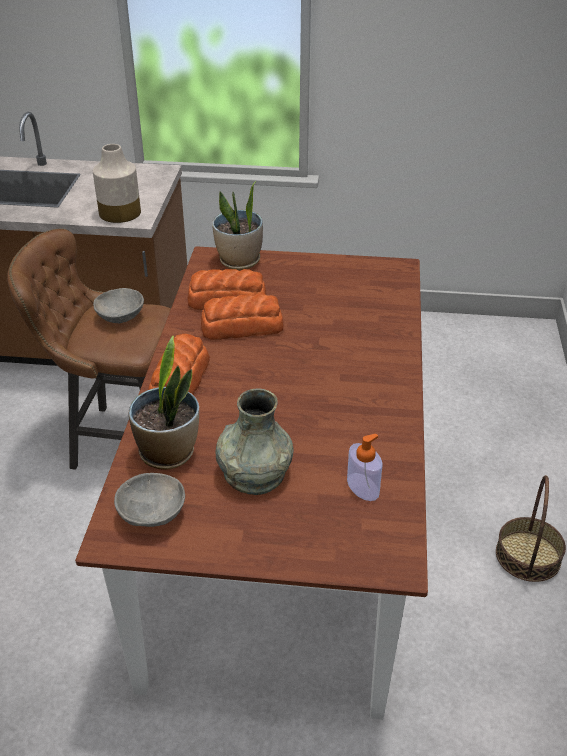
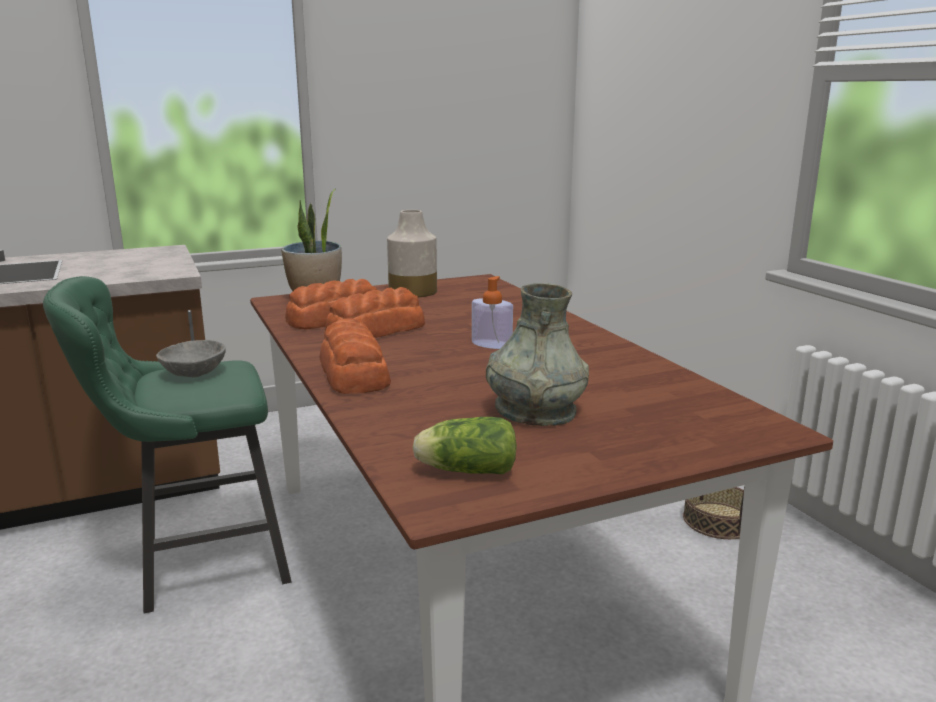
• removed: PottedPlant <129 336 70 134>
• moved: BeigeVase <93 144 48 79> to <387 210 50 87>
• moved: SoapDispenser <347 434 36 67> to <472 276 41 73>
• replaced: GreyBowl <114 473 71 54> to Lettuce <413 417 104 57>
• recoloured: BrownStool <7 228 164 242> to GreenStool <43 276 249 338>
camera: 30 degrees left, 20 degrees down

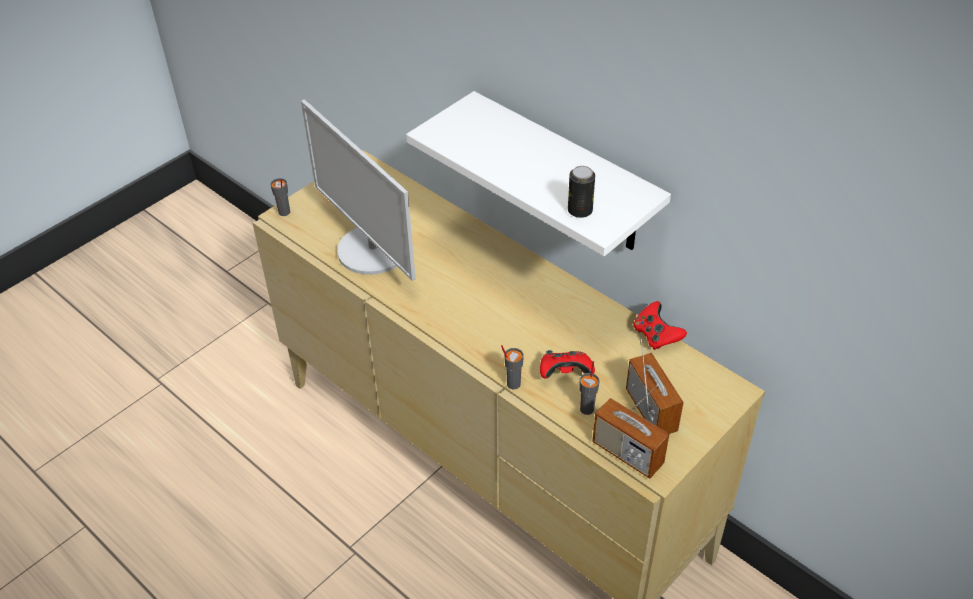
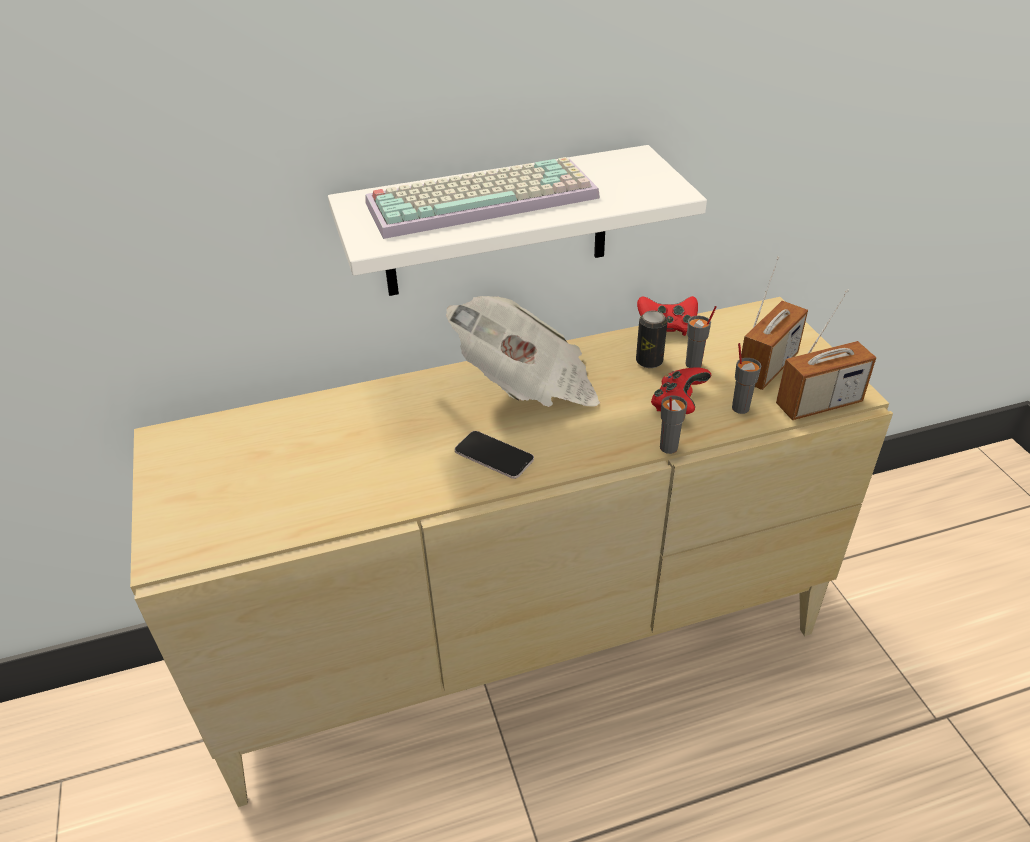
• removed: Monitor <301 99 115 182>
• added: Keyboard <366 157 234 82>
• added: Newspaper <446 296 154 111>
• added: Phone <455 431 79 48>
• moved: GreyCup <270 178 20 38> to <686 306 31 62>
• moved: Can <568 166 27 52> to <636 311 32 57>
• turned: Radio <626 339 58 95> = <741 256 67 134> 120 degrees clockwise
camera: 60 degrees left, 5 degrees down

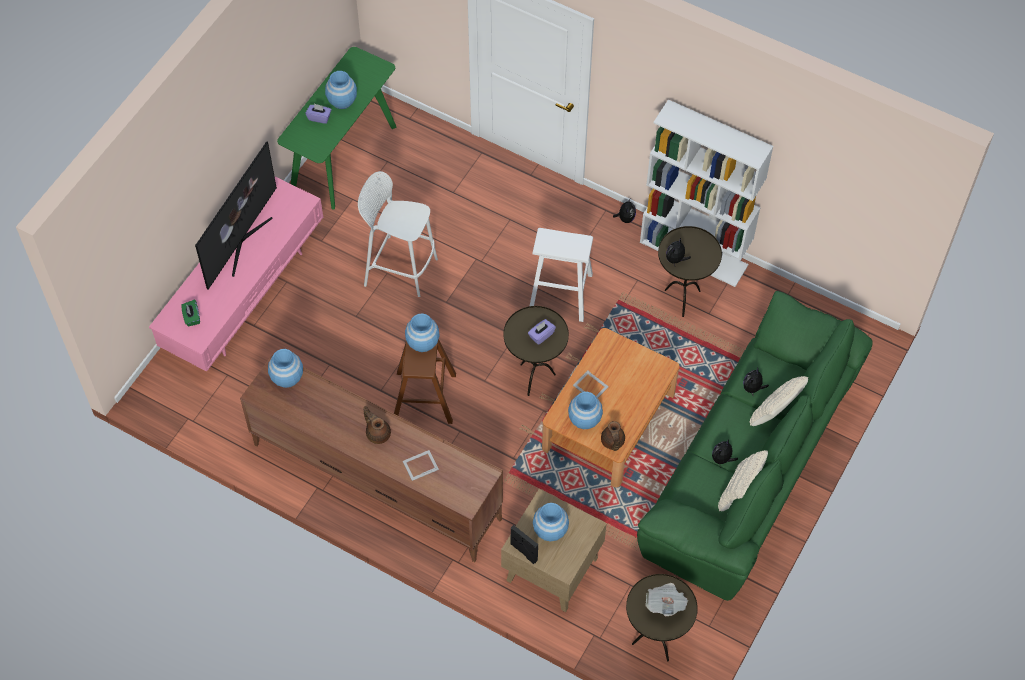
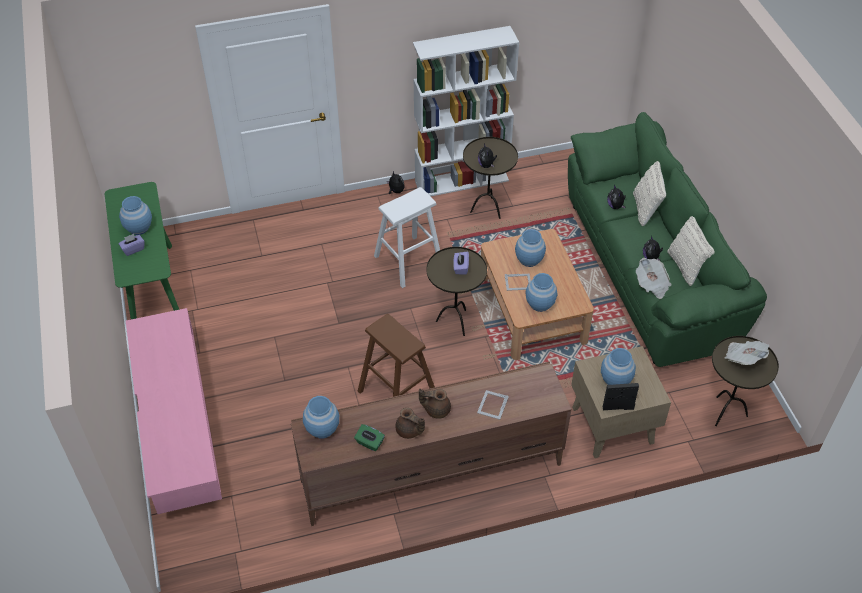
• removed: Television <195 142 82 148>
• removed: WhiteStool <358 171 80 126>
• added: Newspaper <636 258 36 41>
• moved: GreenTissueBox <181 299 19 27> to <354 424 31 27>
• moved: BlueVase <405 313 34 39> to <515 229 31 38>
• moved: BrownTeapot <601 421 24 30> to <395 408 30 31>
camera: 45 degrees left, 10 degrees down

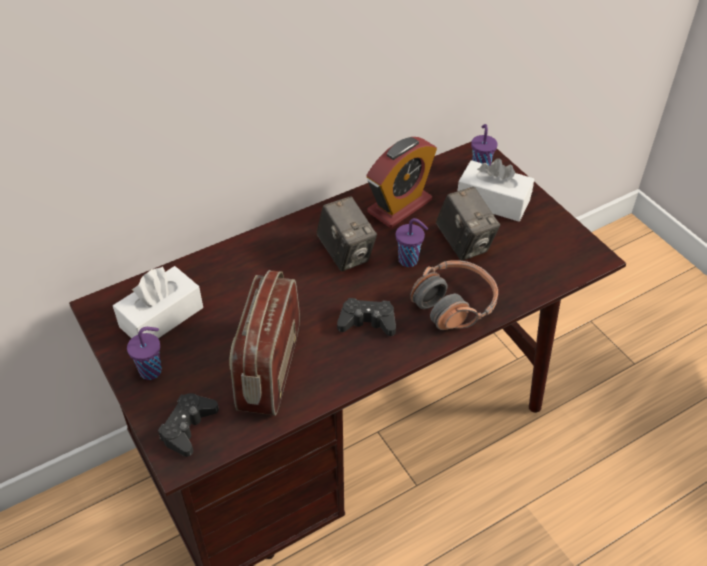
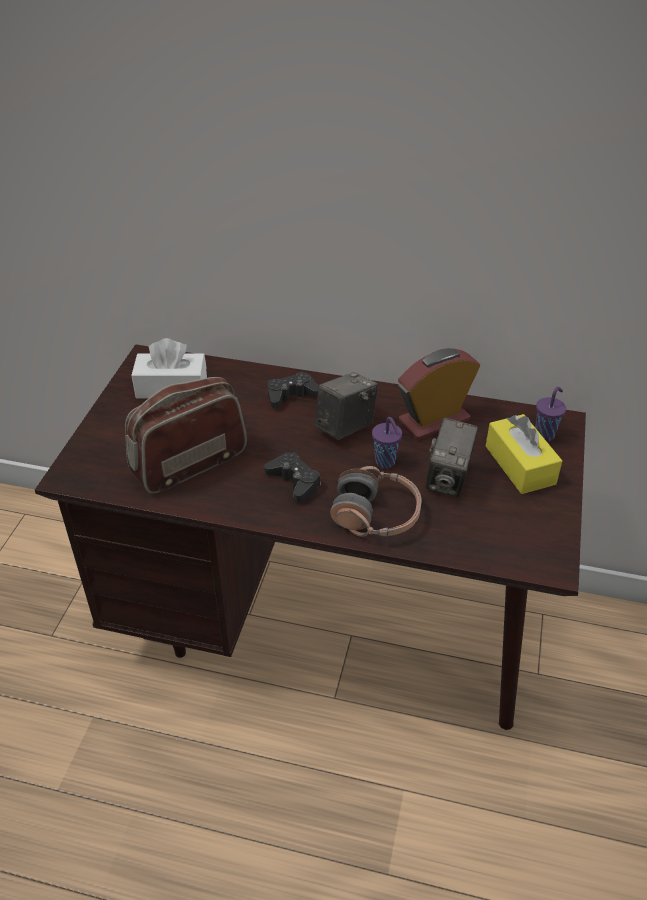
• removed: PurpleCup <127 327 35 53>
• moved: BlackGameController <158 393 61 64> to <267 372 52 36>
• recoloured: WhiteTissueBox <458 158 76 64> to YellowTissueBox <486 414 76 80>
• turned: PhotoCamera <316 196 61 75> = <314 372 64 68> 150 degrees counterclockwise
• turned: AlarmClock <367 137 70 91> = <398 348 82 92> 150 degrees clockwise
camera: 45 degrees right, 5 degrees down

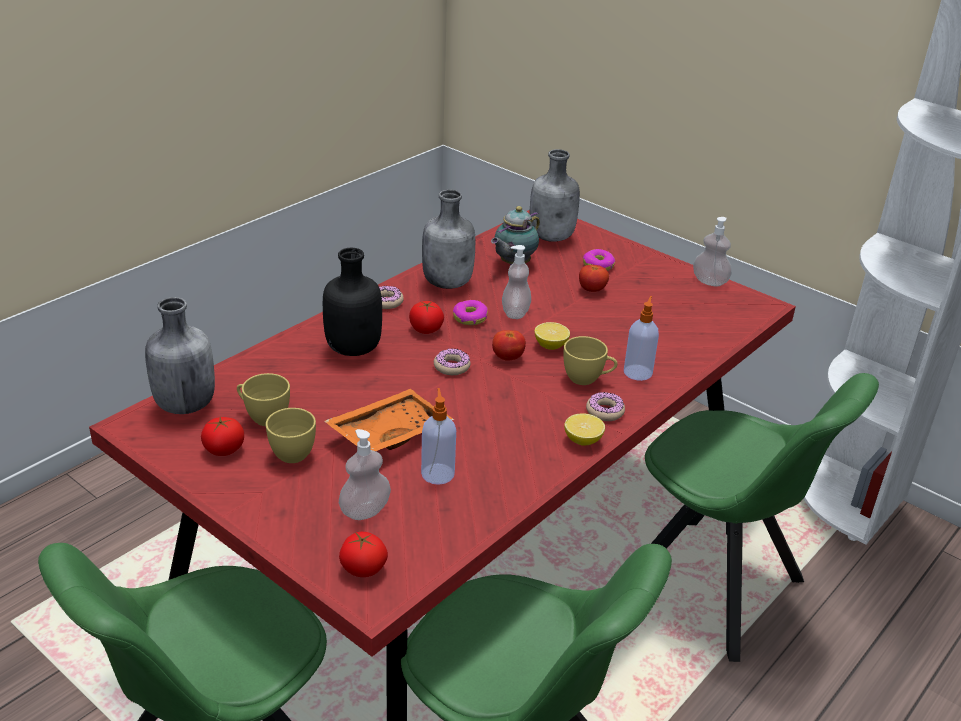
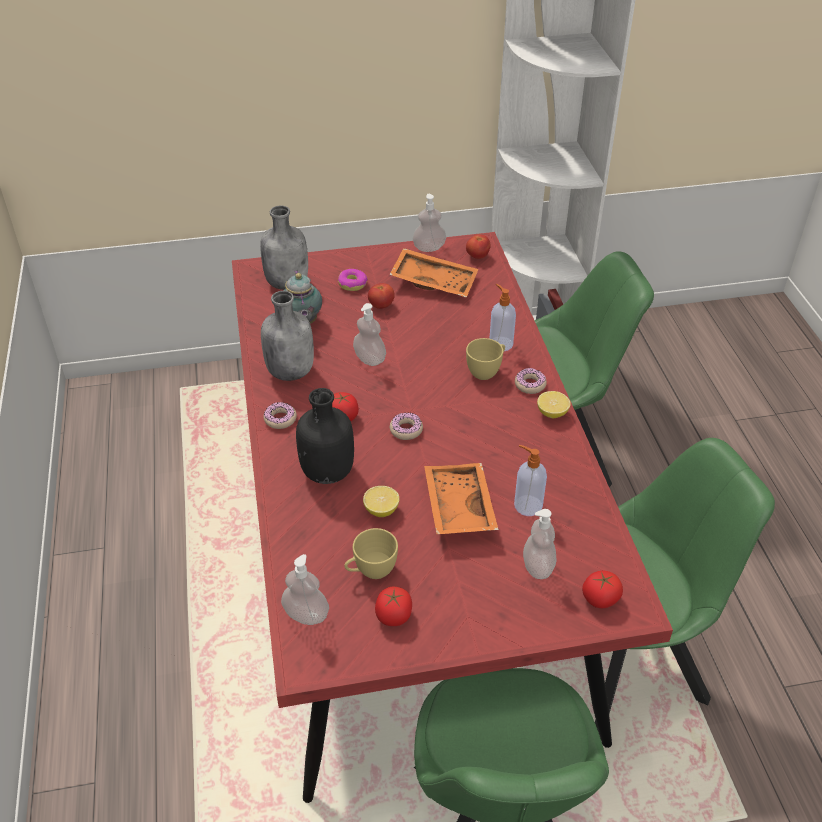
• removed: YellowCup <266 408 50 55>
• removed: Donut <453 300 35 25>
• added: OrangeTray <389 248 90 50>
• moved: Tomato <492 330 34 31> to <466 234 25 25>
• moved: Lemon <535 322 35 28> to <363 486 36 31>
• replaced: GreyBottle <145 297 70 117> to SoapDispenser <281 554 48 71>
camera: 50 degrees left, 10 degrees up

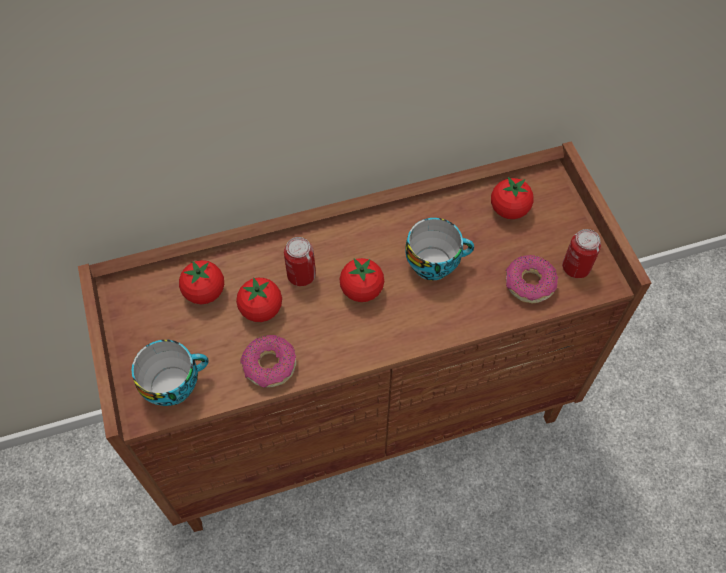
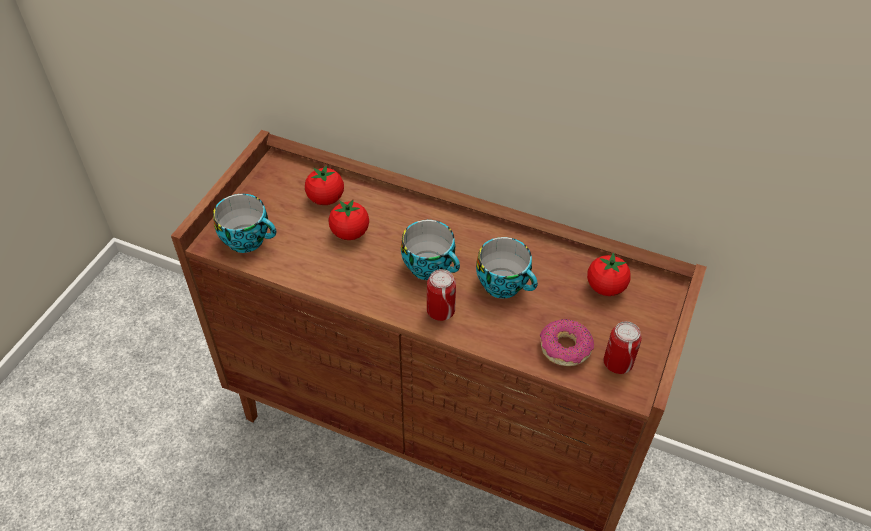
• removed: Donut <240 335 56 53>
• moved: Can <284 237 32 49> to <427 269 29 52>
• replaced: Tomato <340 258 44 44> to Cup <401 220 59 60>
camera: 40 degrees right, 10 degrees down

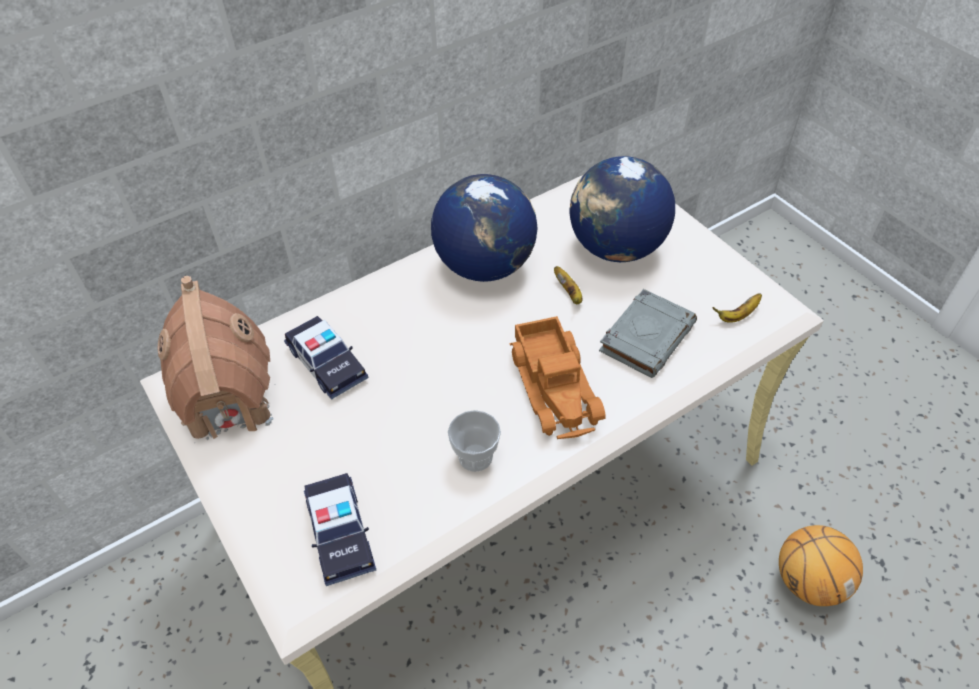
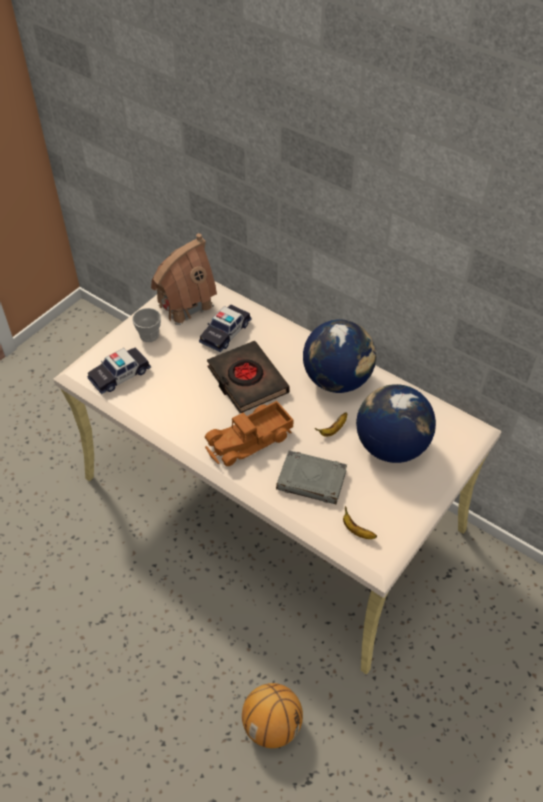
• added: BlackBook <207 341 83 72>
• moved: Cup <448 410 53 62> to <132 308 29 34>
camera: 70 degrees right, 0 degrees up

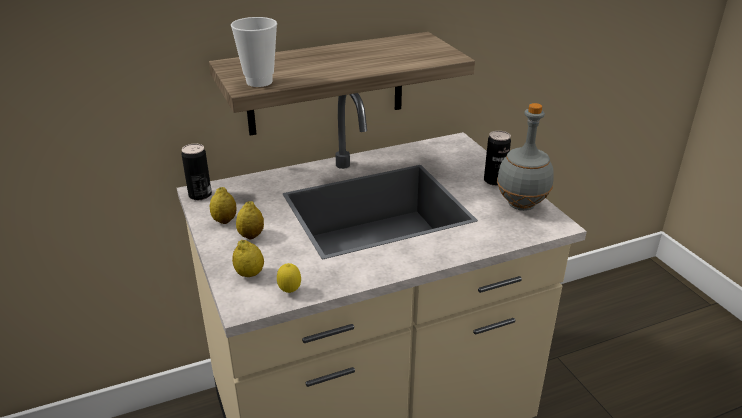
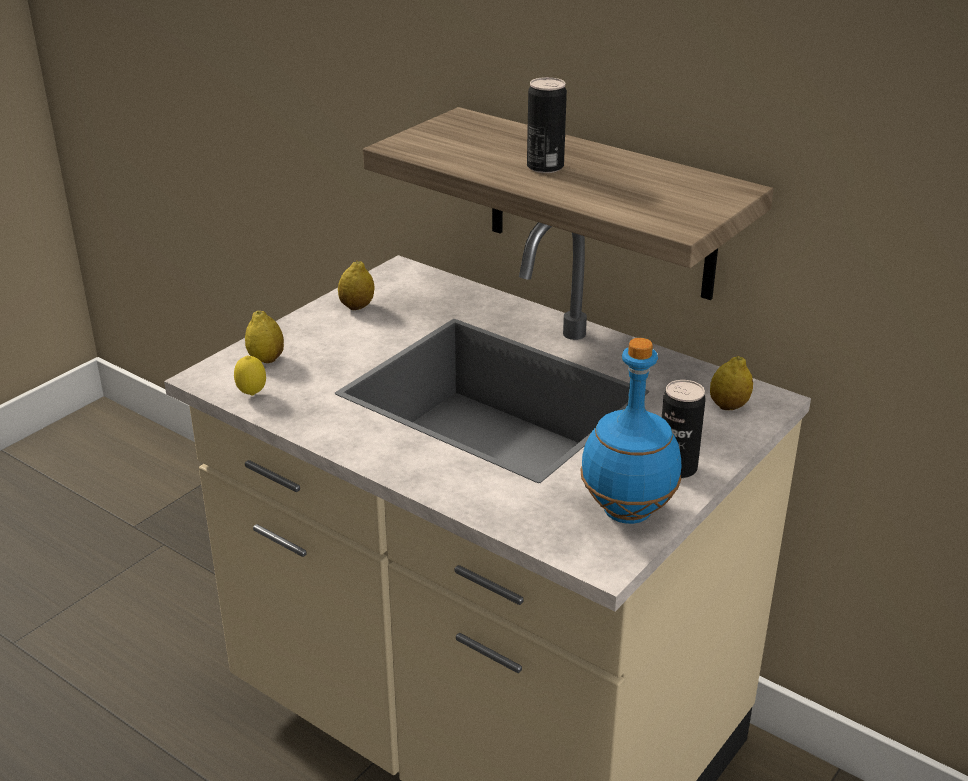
• removed: Cup <231 17 46 70>
• moved: Can <181 143 31 57> to <527 77 40 96>
• moved: Lemon <236 201 28 39> to <710 356 43 54>
• recoloured: GreyBottle <497 103 57 108> to BlueBottle <580 338 101 186>
camera: 60 degrees right, 0 degrees up

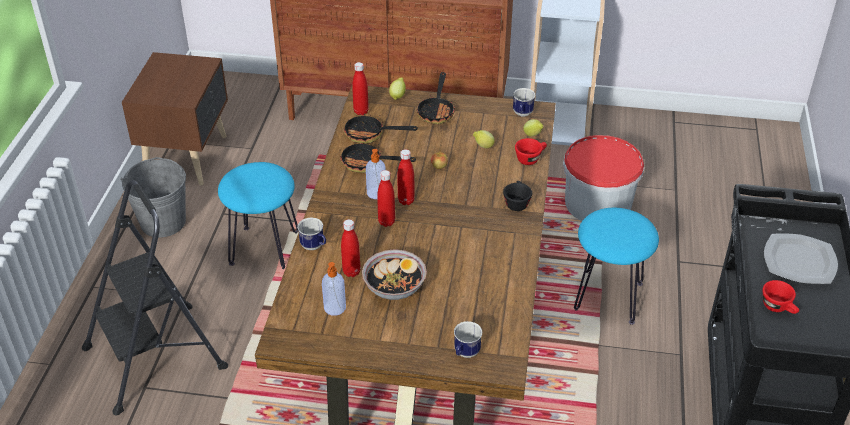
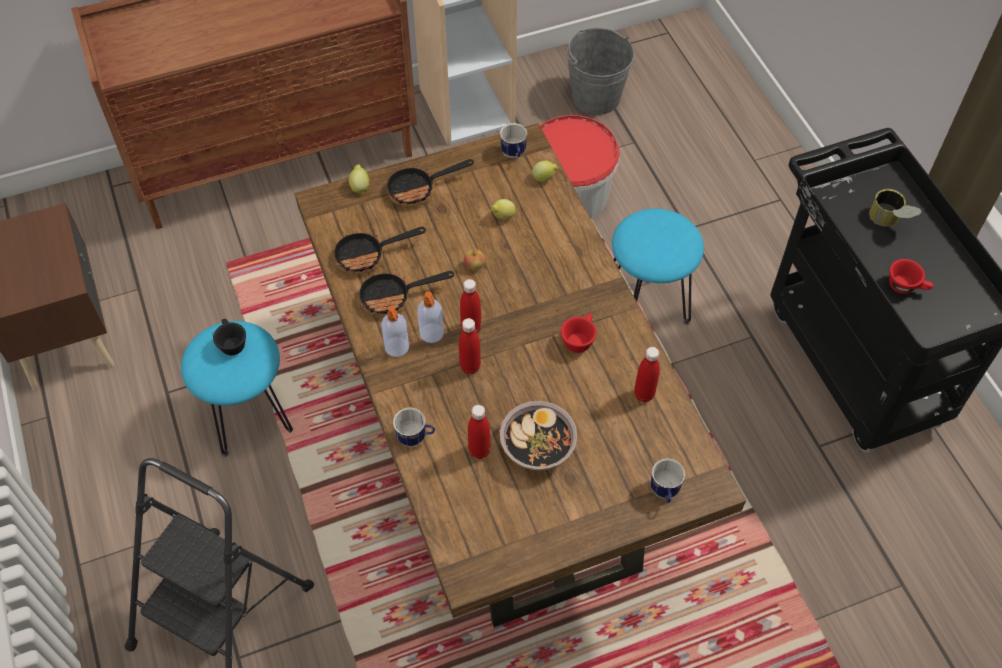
• moved: GreyBucket <120 157 66 80> to <566 28 68 87>
• moved: SoapDispenser <322 262 24 54> to <381 306 28 51>
• moved: RedBottle <352 62 17 53> to <634 347 26 55>
• moved: BlackCup <503 181 29 30> to <213 319 33 36>
• moved: RedCup <515 138 32 27> to <561 313 36 40>
• replaced: Plate <764 234 74 50> to Can <869 189 52 38>
• turned: FryingPan <417 72 38 52> = <387 159 87 48> 90 degrees clockwise
camera: 30 degrees left, 15 degrees up

